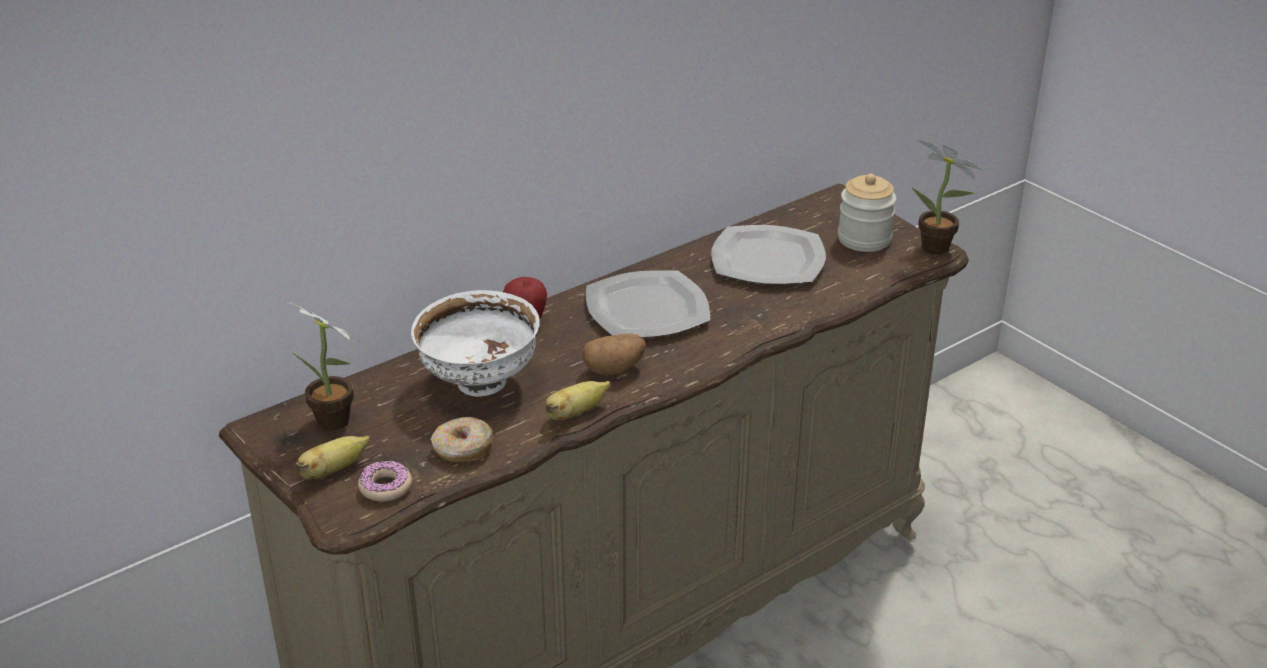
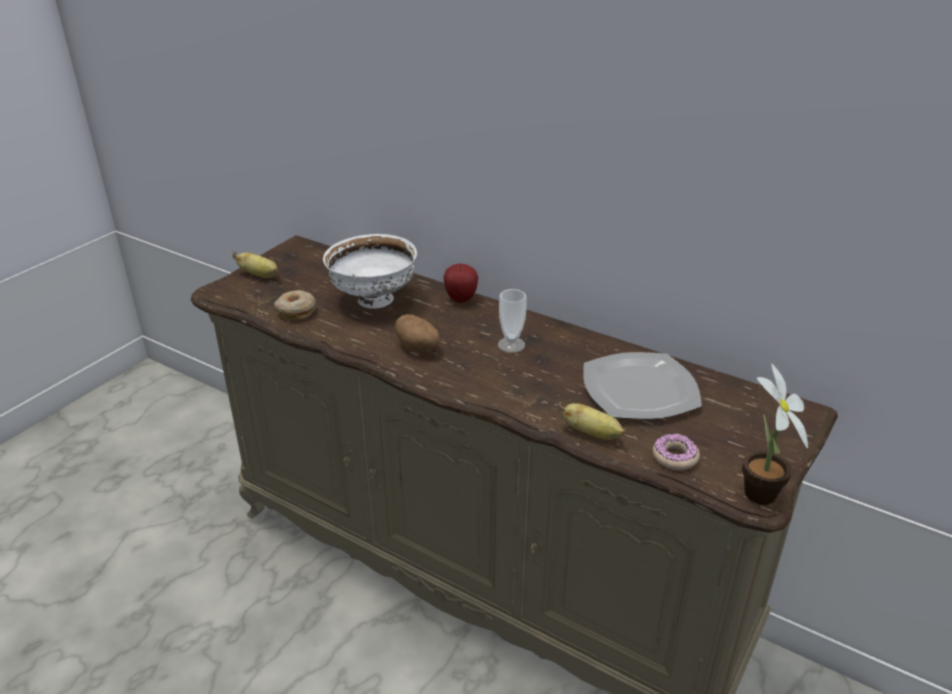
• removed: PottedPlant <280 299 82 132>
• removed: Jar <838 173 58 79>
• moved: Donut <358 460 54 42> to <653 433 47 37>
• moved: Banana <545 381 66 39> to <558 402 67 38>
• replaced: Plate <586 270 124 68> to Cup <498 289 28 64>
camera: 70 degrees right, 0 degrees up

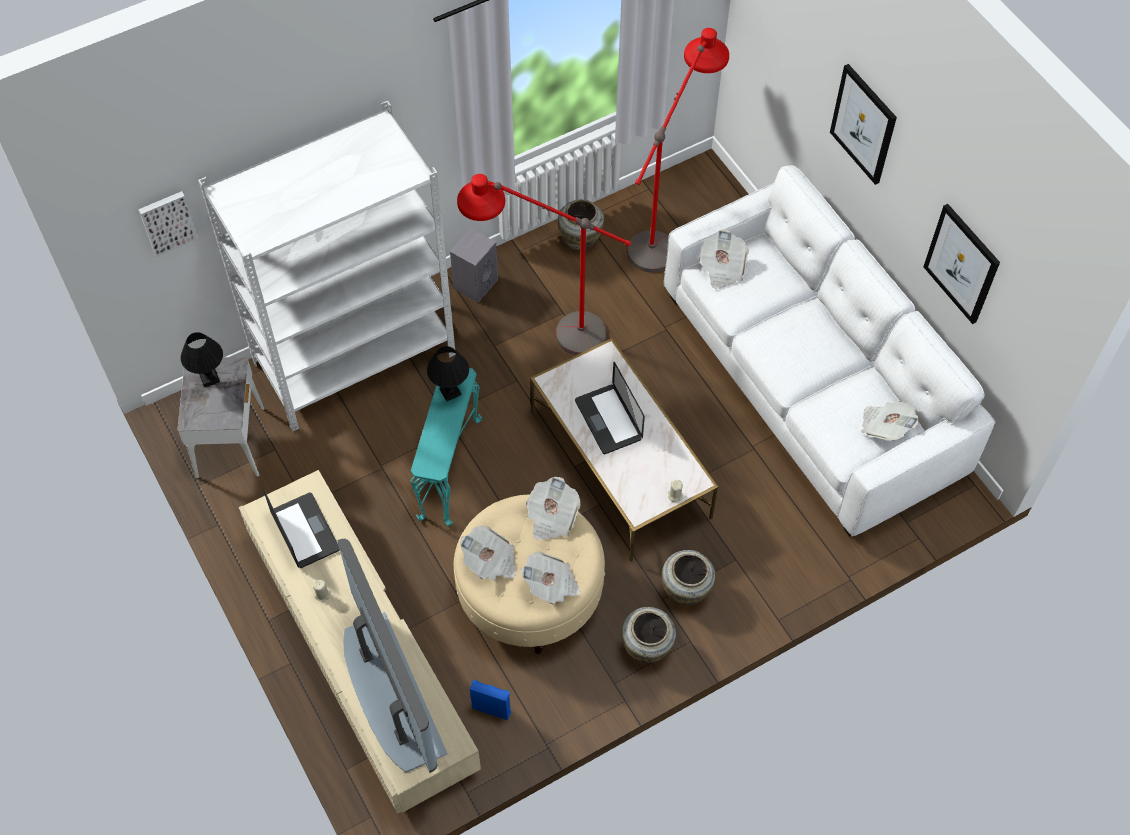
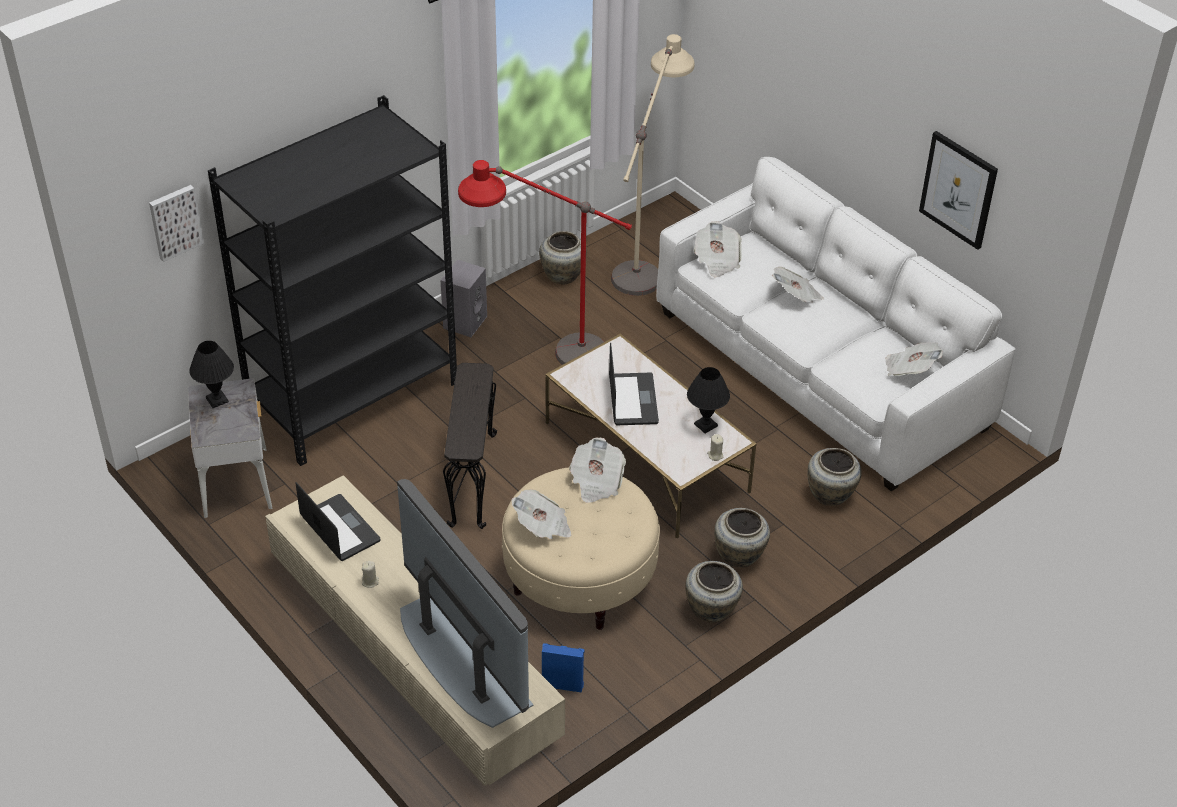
• removed: Picture <830 64 67 121>
• added: BeigeVase <807 448 55 58>
• moved: BlackTableLamp <427 346 42 55> to <687 367 43 66>
• moved: Newspaper <521 551 60 53> to <772 267 52 35>
• recoloured: WhiteBookcase <198 101 258 330> to BlackBookcase <208 95 249 371>
• recoloured: TurquoiseSideTable <411 368 71 158> to BlackSideTable <443 363 54 166>
• recoloured: RedFloorLamp <627 28 102 244> to BeigeFloorLamp <611 34 84 262>
• turned: Laptop <575 362 70 92> = <609 343 50 82> 150 degrees counterclockwise
camera: 10 degrees left, 15 degrees down

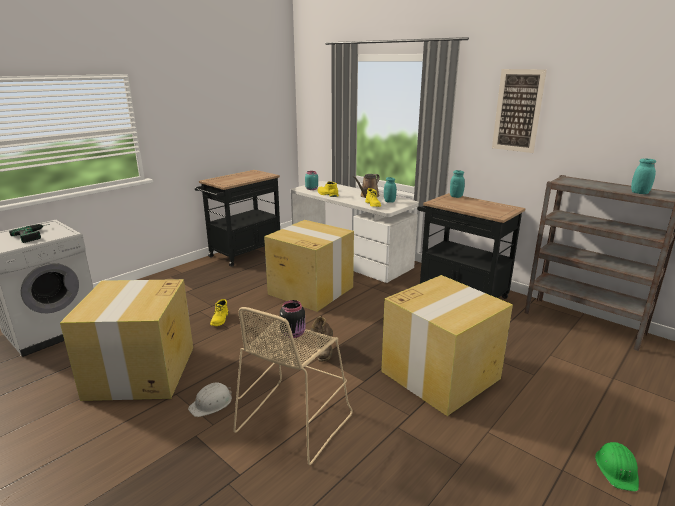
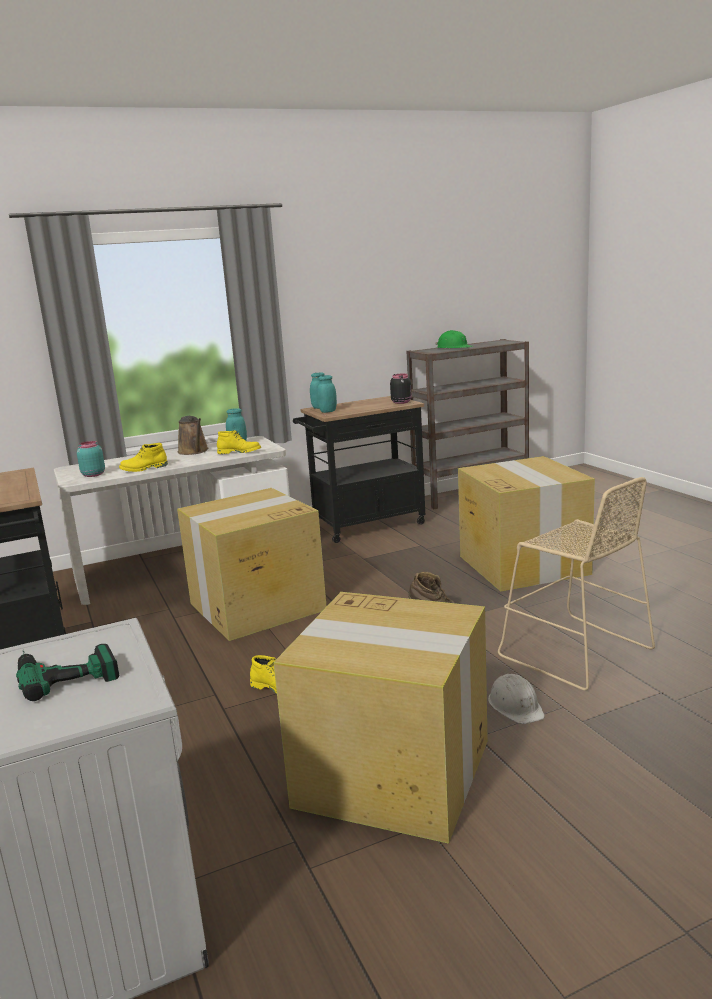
• removed: Picture <492 69 55 84>
• moved: BlackJar <280 300 25 38> to <390 374 22 30>
• moved: GreenHardHat <595 442 44 49> to <436 330 37 18>
• moved: TurquoiseJar <631 158 25 36> to <317 375 20 38>
camera: 65 degrees left, 5 degrees down

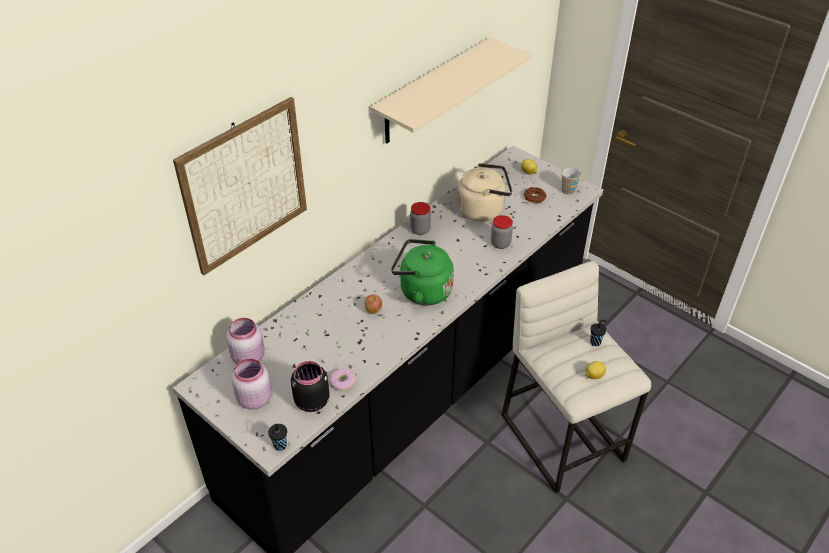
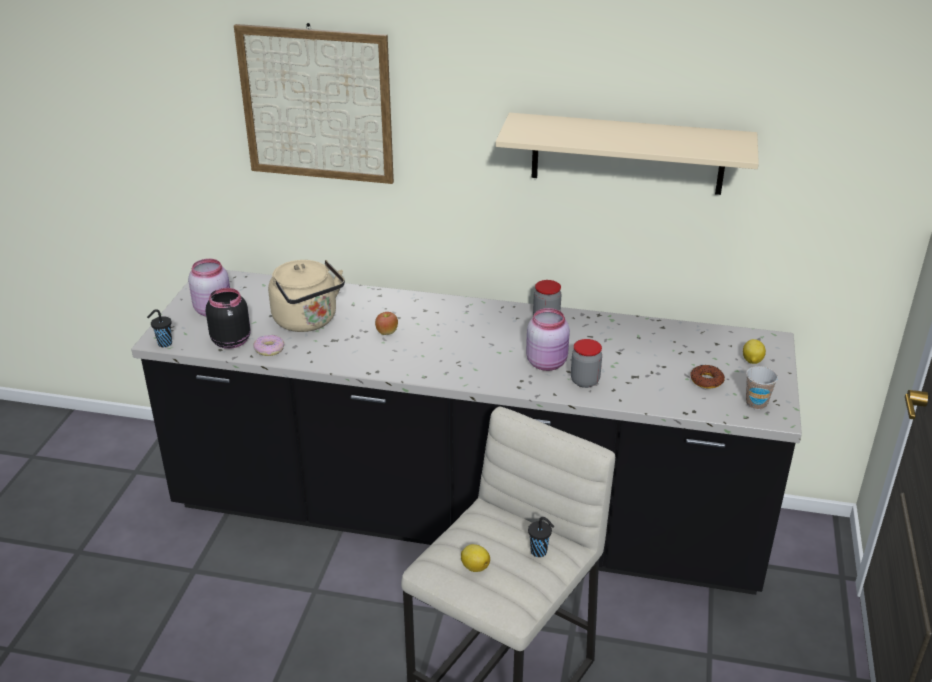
• removed: GreenKettle <391 239 63 66>
• moved: PinkJar <226 318 39 46> to <526 308 44 63>
• moved: BeigeKettle <457 163 55 59> to <268 260 77 72>
camera: 60 degrees right, 10 degrees down

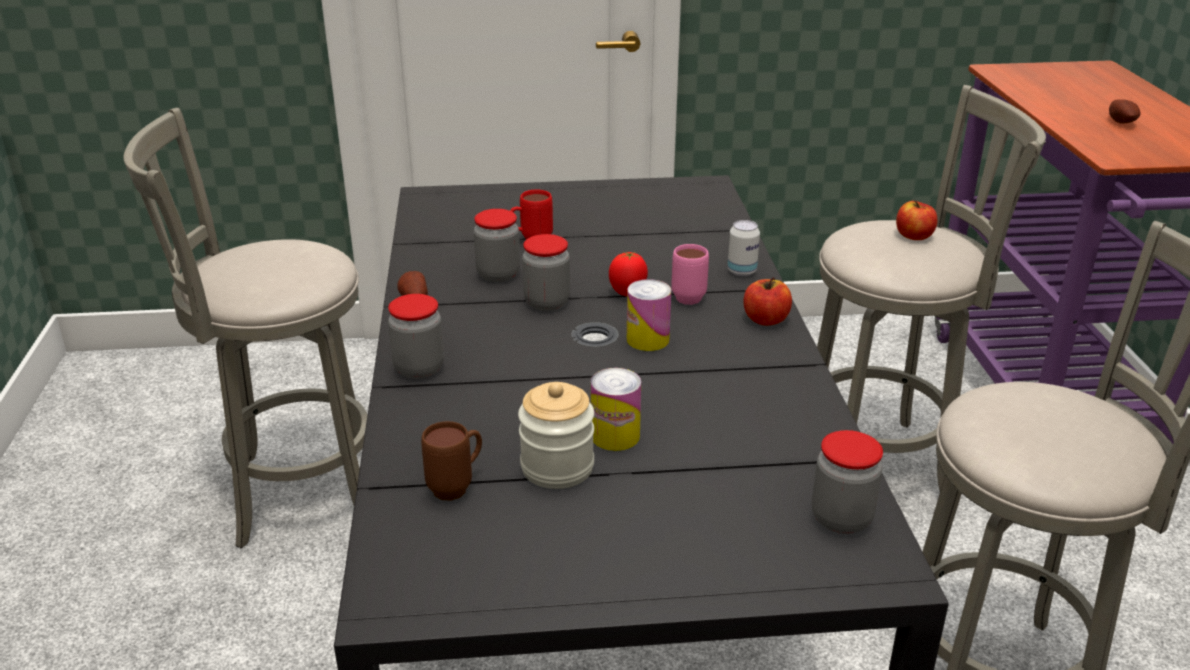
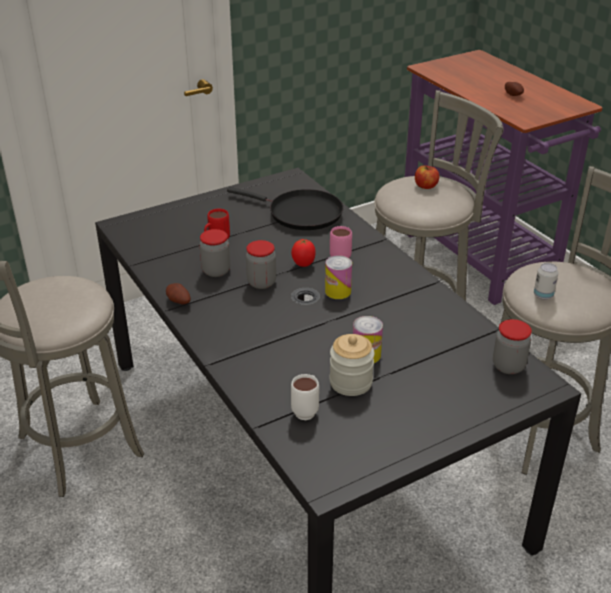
• removed: Jar <388 294 56 85>
• removed: Apple <743 277 49 49>
• added: BlackFryingPan <227 187 116 43>
• moved: Can <727 220 33 56> to <534 263 24 37>
• recoloured: BrownMug <421 421 61 80> to WhiteMug <291 374 28 46>
camera: 25 degrees left, 5 degrees up

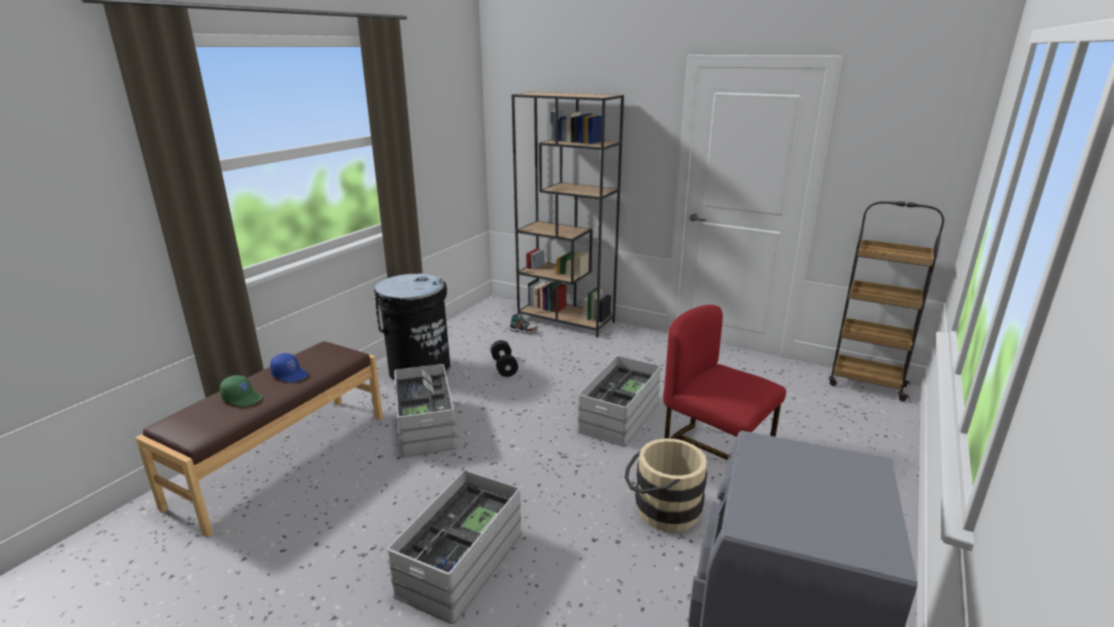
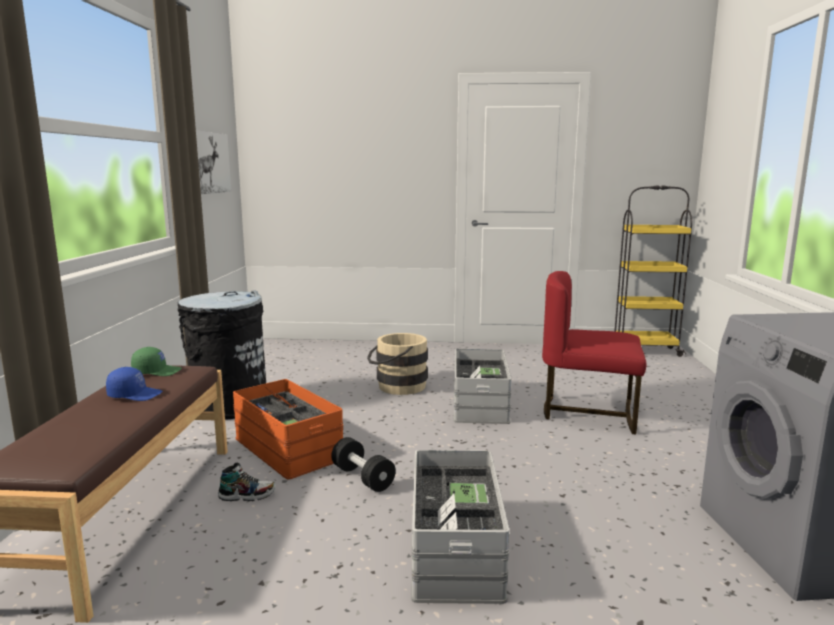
• removed: Bookcase <512 92 112 246>
• added: Picture <196 130 35 64>
• moved: GreenCap <220 375 43 32> to <131 347 51 29>
• moved: BlackDumbbell <490 340 28 37> to <331 437 65 55>
• moved: Shoe <510 313 28 21> to <218 462 58 39>
• moved: BeigeBucket <624 438 83 94> to <367 333 61 62>
• recoloured: GreyStorageBox <394 364 64 93> to OrangeStorageBox <233 379 110 100>
• recoloured: BrownCart <829 201 115 201> to YellowCart <615 185 77 172>
camera: 25 degrees left, 10 degrees down

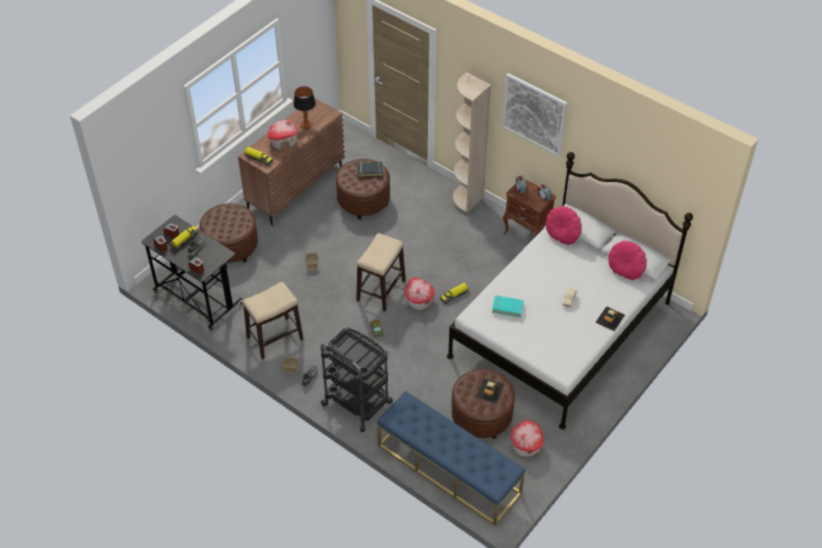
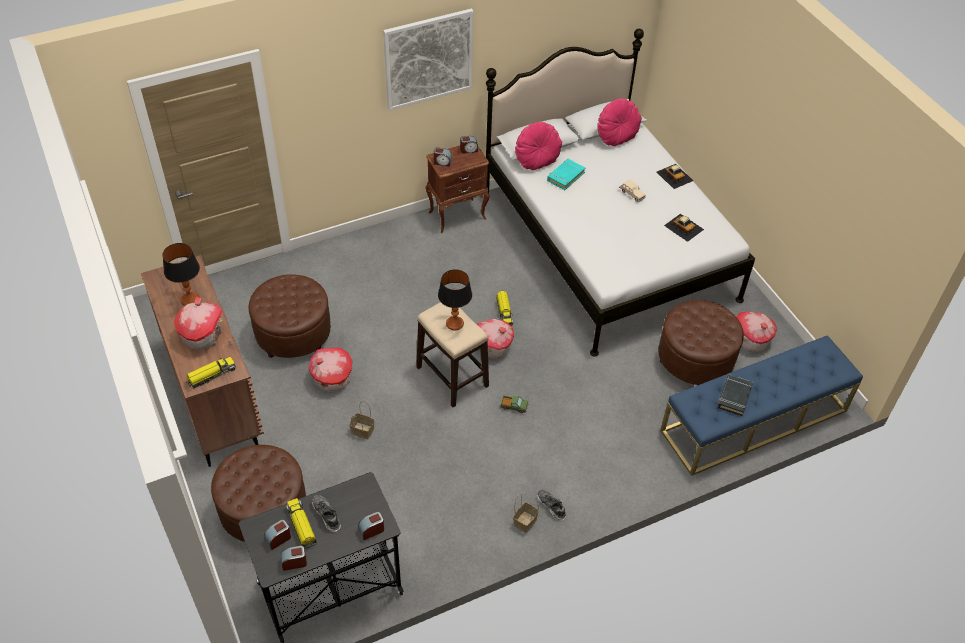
• removed: Stool <243 282 60 77>
• removed: BlackCart <321 327 72 105>
• removed: BeigeBookcase <453 72 38 141>
• added: ToyHouse <309 348 43 44>
• added: TableLamp <438 269 34 61>
• moved: BlackBook <357 161 26 16> to <717 374 37 42>
• moved: ToyCar <476 378 28 26> to <664 214 40 28>
• moved: TurquoiseBook <492 295 32 22> to <547 159 39 31>
camera: 65 degrees left, 0 degrees up

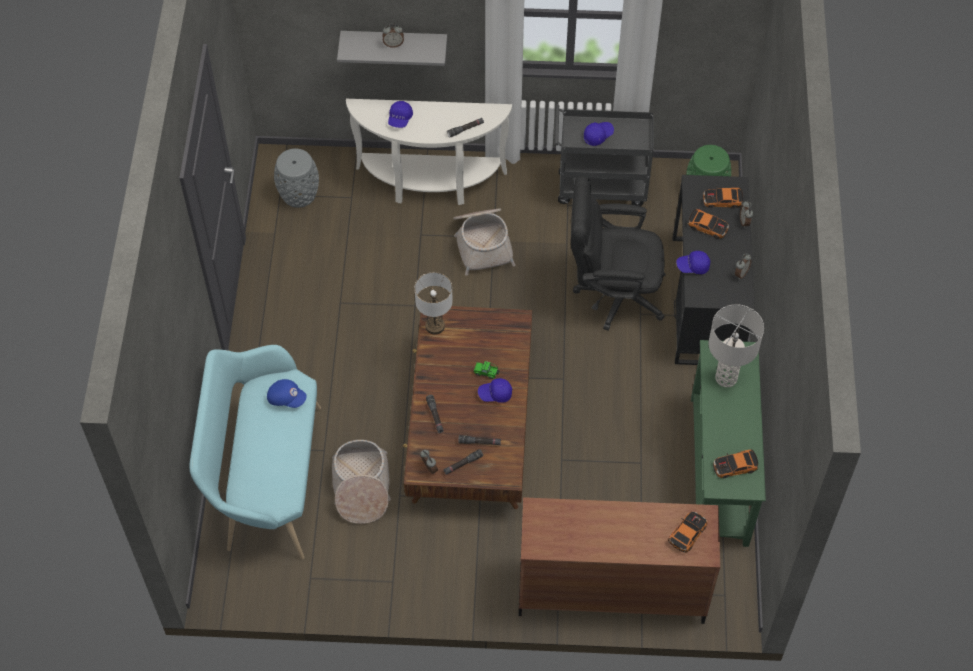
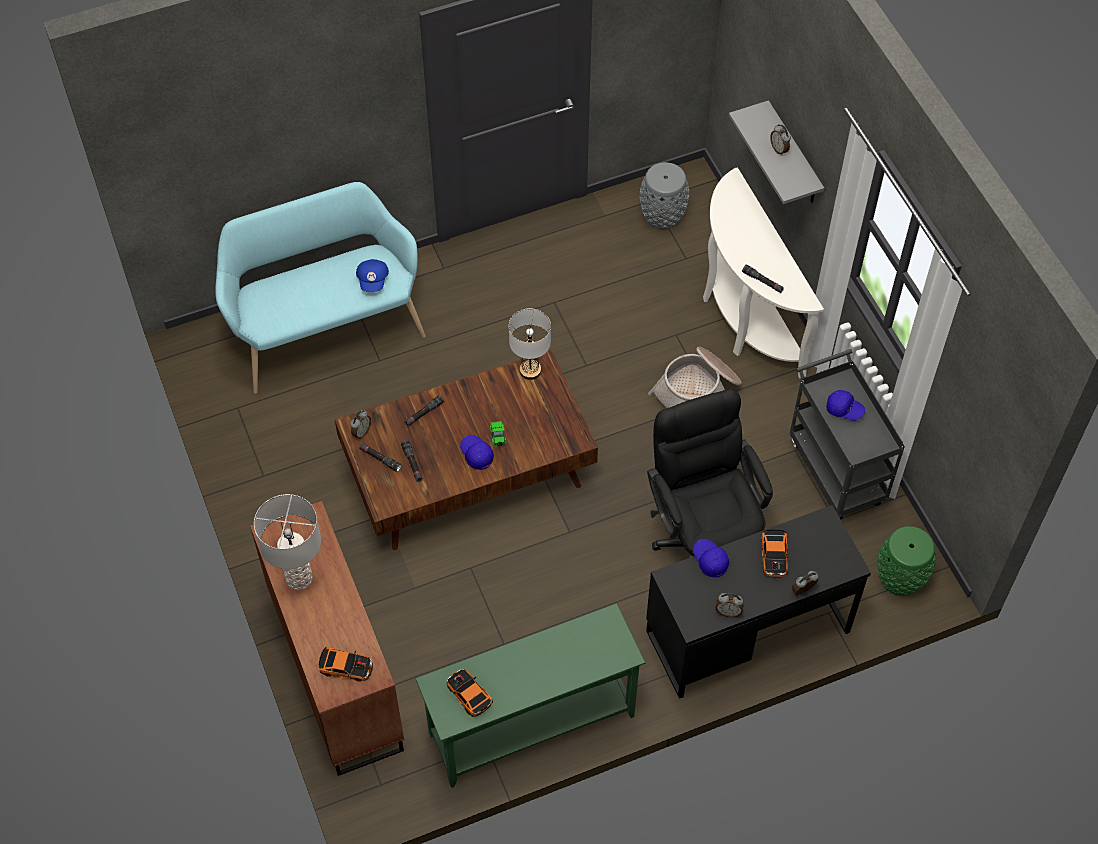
• removed: Basket <332 440 59 84>
• removed: BlueCap <388 101 25 27>
• removed: ToyCar <702 187 41 21>
• moved: WhiteTableLamp <709 304 55 83> to <254 494 67 96>
camera: 65 degrees right, 0 degrees up

